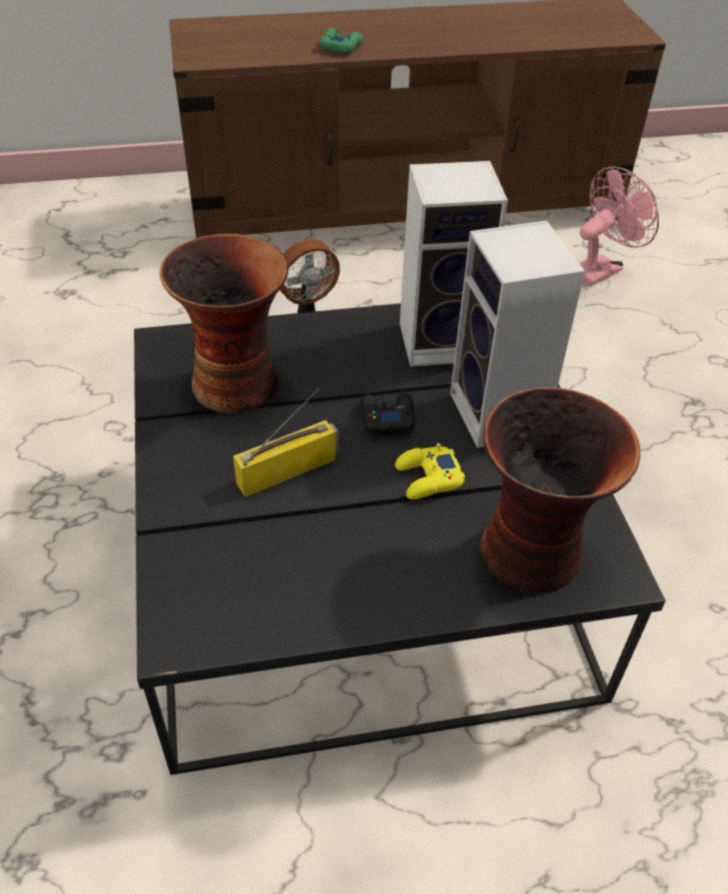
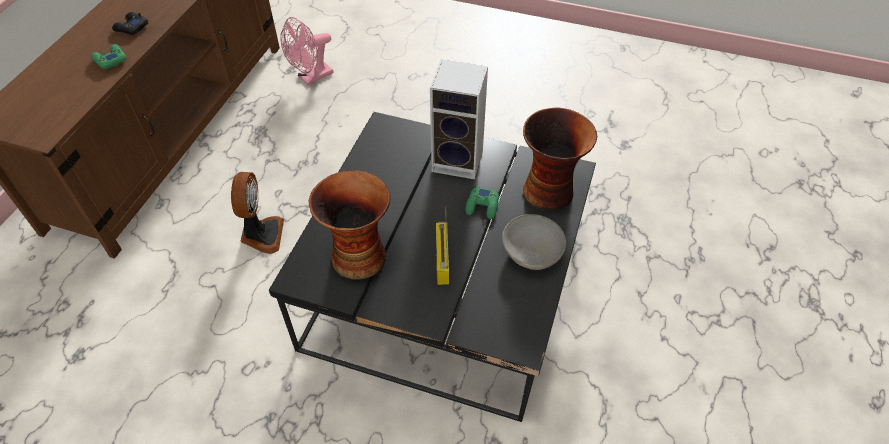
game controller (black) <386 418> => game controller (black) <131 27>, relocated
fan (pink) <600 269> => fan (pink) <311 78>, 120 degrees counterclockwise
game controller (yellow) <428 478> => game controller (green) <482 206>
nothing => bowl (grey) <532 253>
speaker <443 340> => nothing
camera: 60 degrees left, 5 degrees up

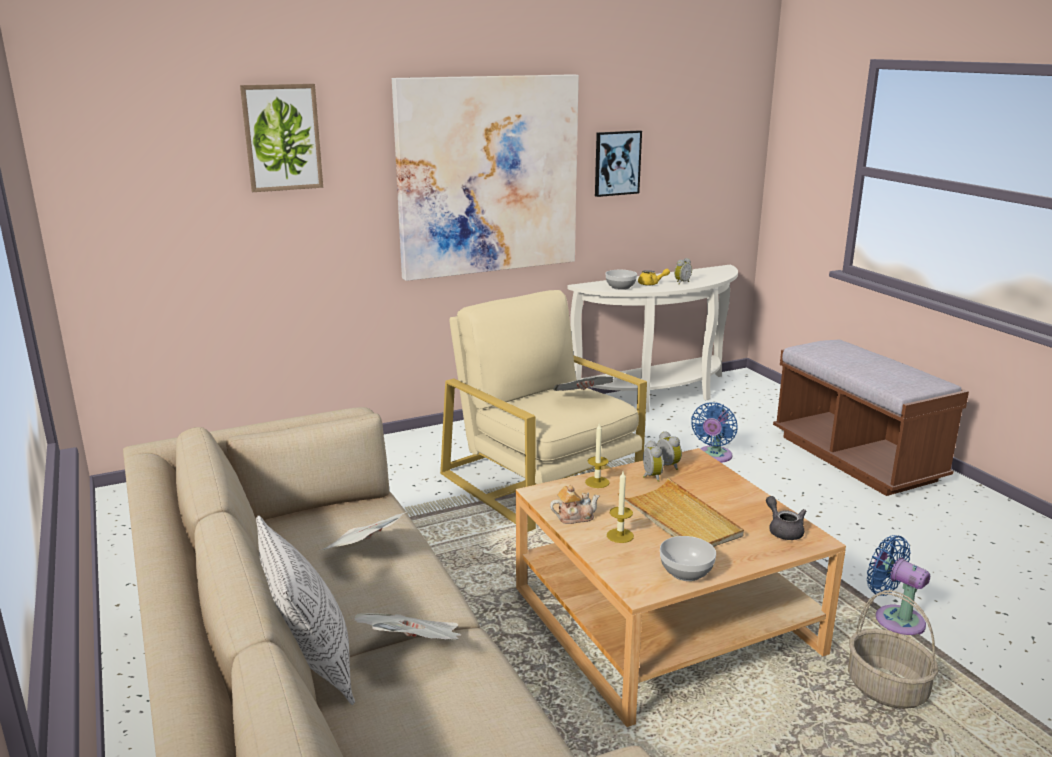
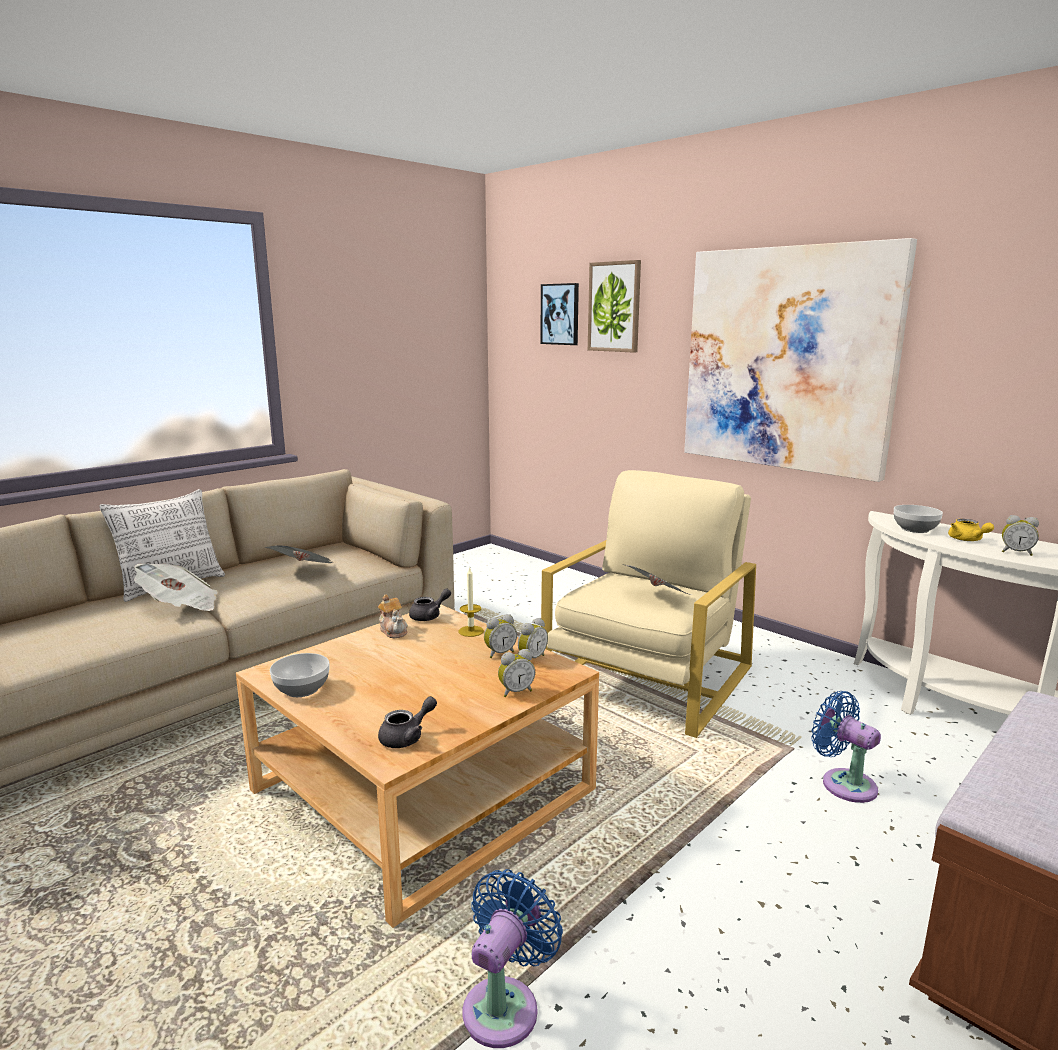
nothing => teapot (grey) <429 616>
nothing => alarm clock <515 691>
picture <617 163> => picture <560 314>, relocated
fan (blue) <713 456> => fan (blue) <843 783>, 45 degrees clockwise
candle <620 535> => nothing
tray (beige) <679 520> => nothing
basket <887 688> => nothing
camera: 70 degrees right, 5 degrees down

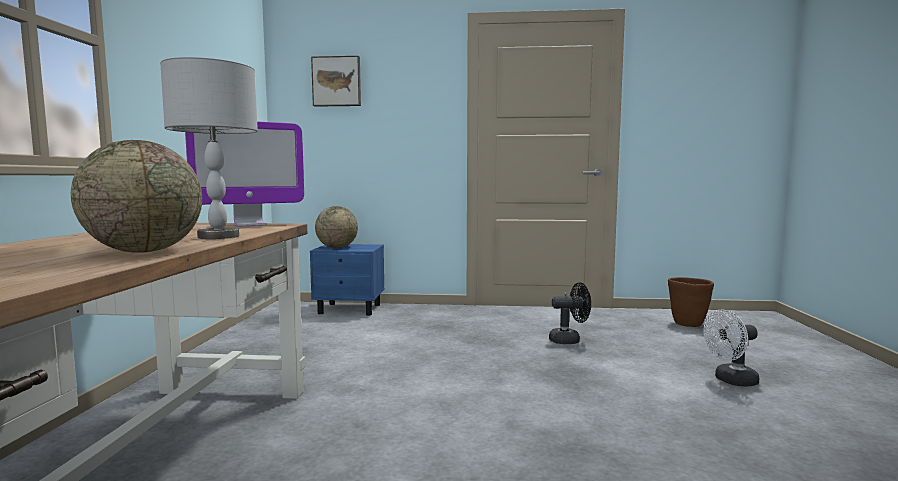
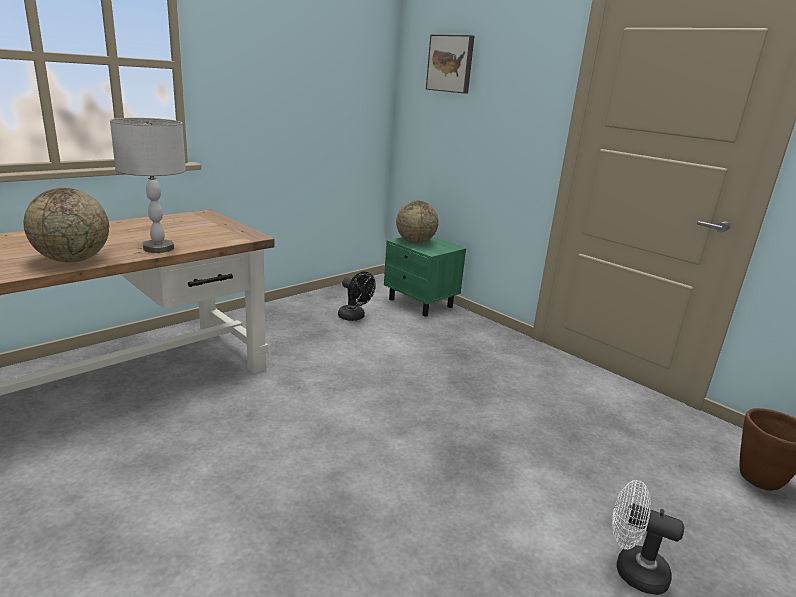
fan (black) <569 340> => fan (black) <354 317>, relocated
nightstand (blue) <350 309> => nightstand (green) <421 303>
monitor <250 224> => nothing
camera: 40 degrees right, 15 degrees up

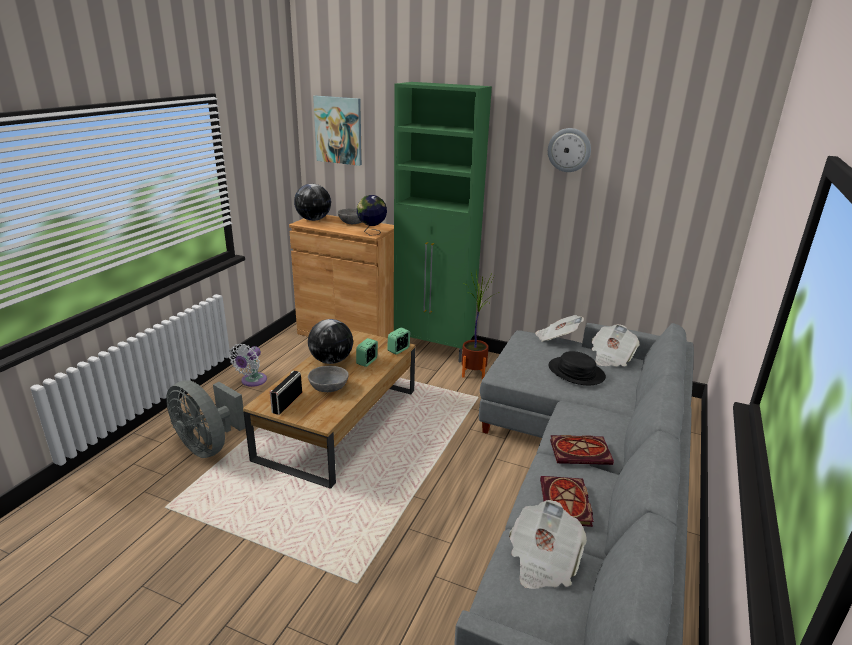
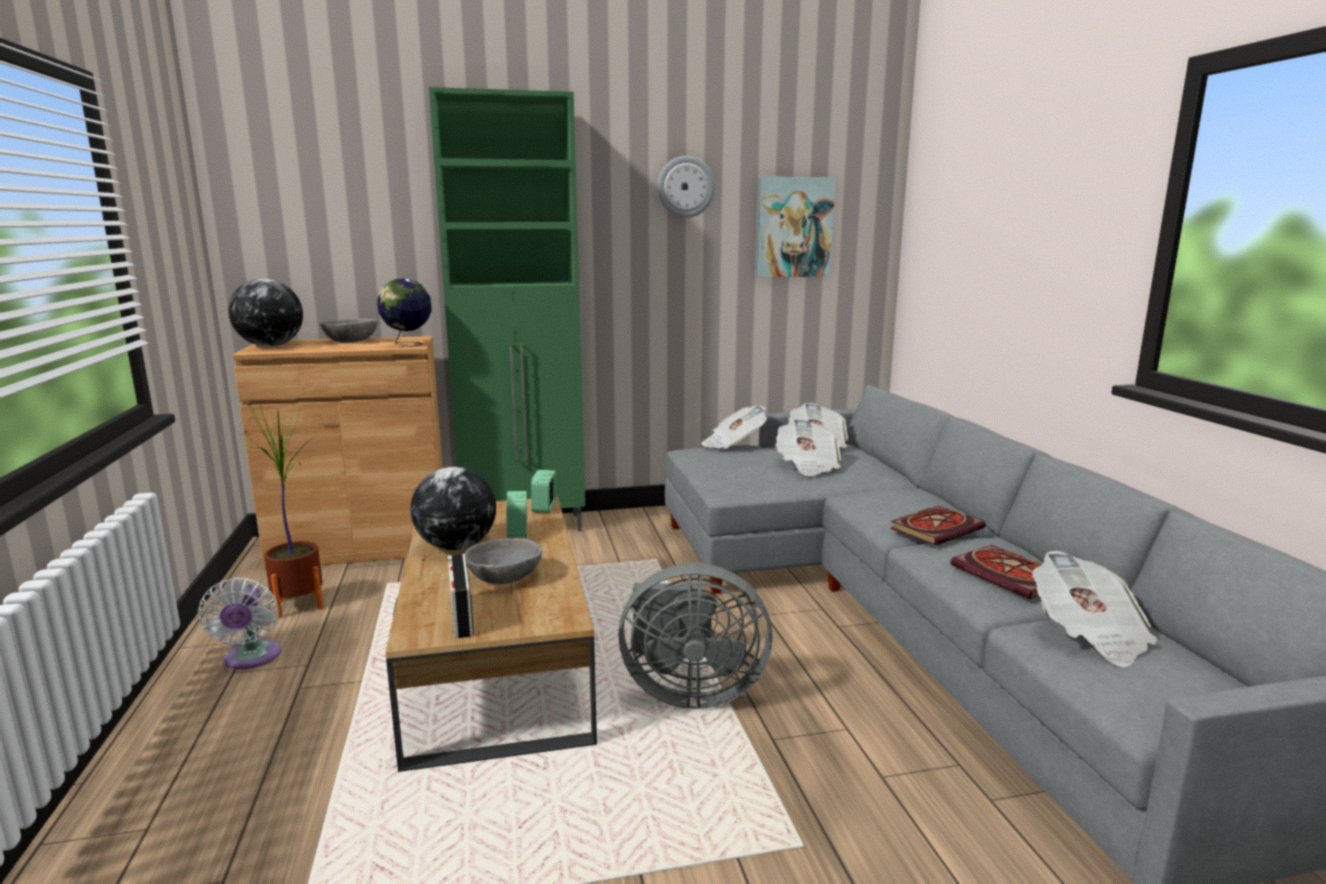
potted plant <473 372> => potted plant <298 604>, relocated
fan (grey) <208 445> => fan (grey) <688 692>, relocated
picture <338 130> => picture <794 227>, relocated
hat (black) <576 372> => newspaper <807 465>
camera: 35 degrees left, 10 degrees down

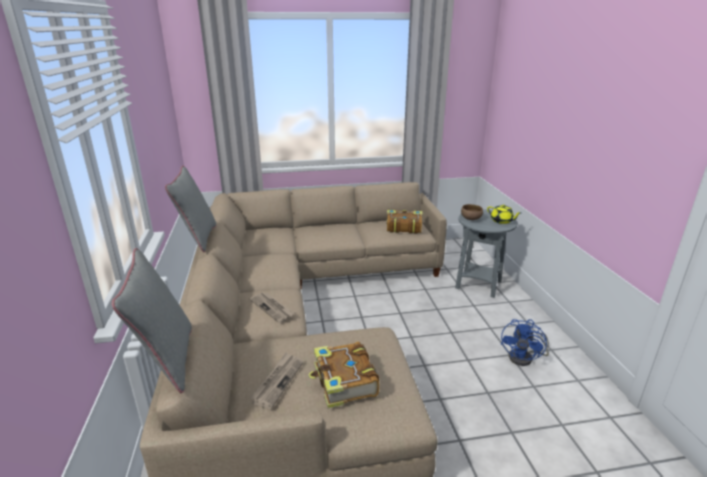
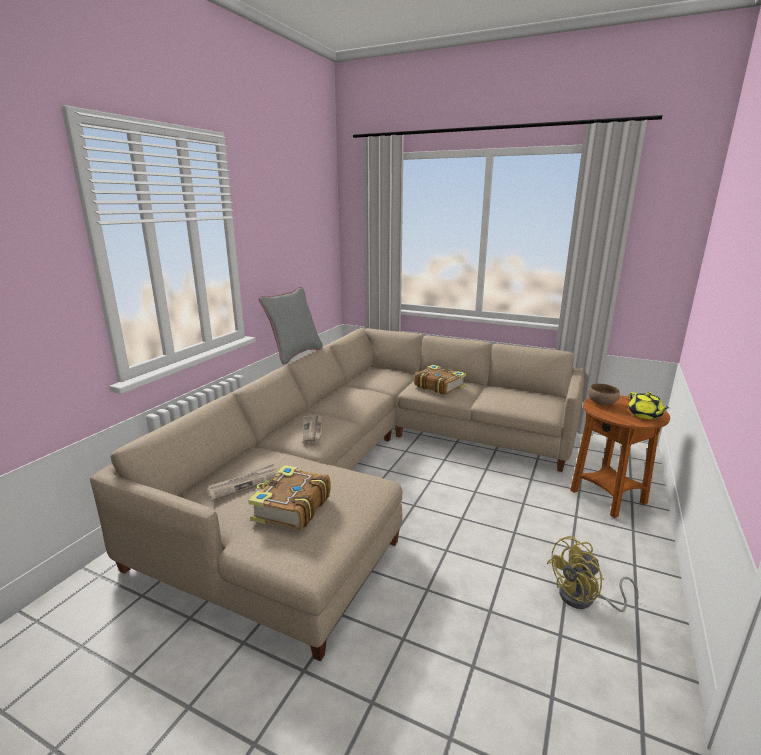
book <403 227> => book <439 386>, relocated
fan (blue) <525 358> => fan (yellow) <584 599>
side table (grey) <478 285> => side table (brown) <608 497>
pillow (grey) <168 360> => nothing
camera: 35 degrees right, 5 degrees down

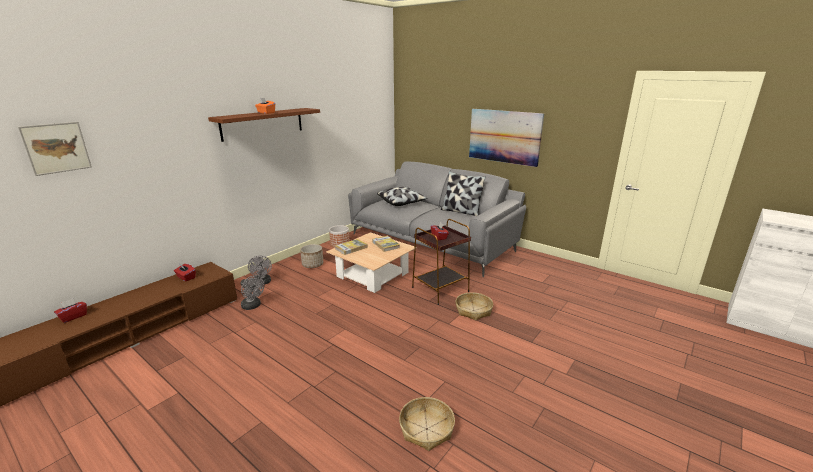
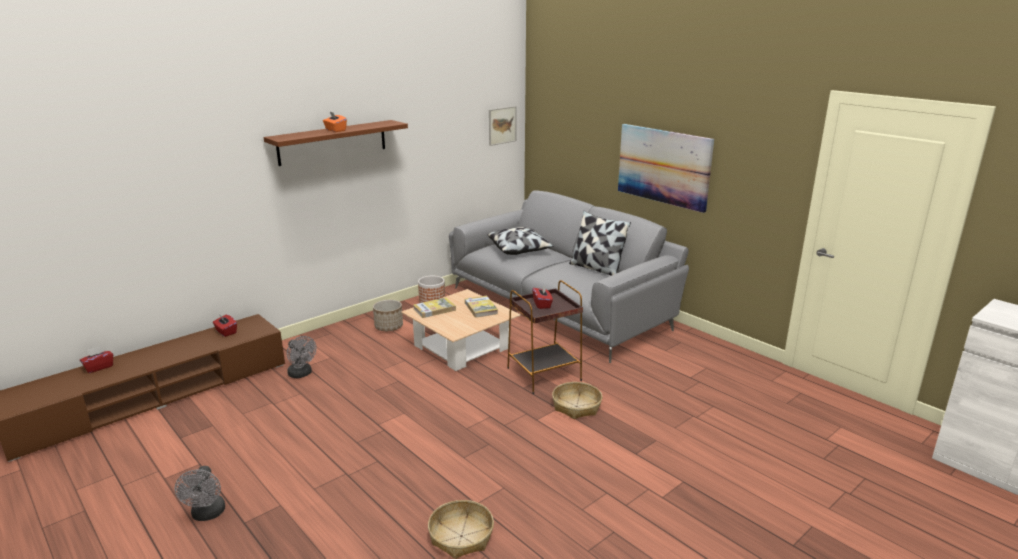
fan (grey) <262 283> => fan (grey) <207 515>, relocated
picture <56 148> => picture <502 125>, relocated
camera: 10 degrees right, 0 degrees up

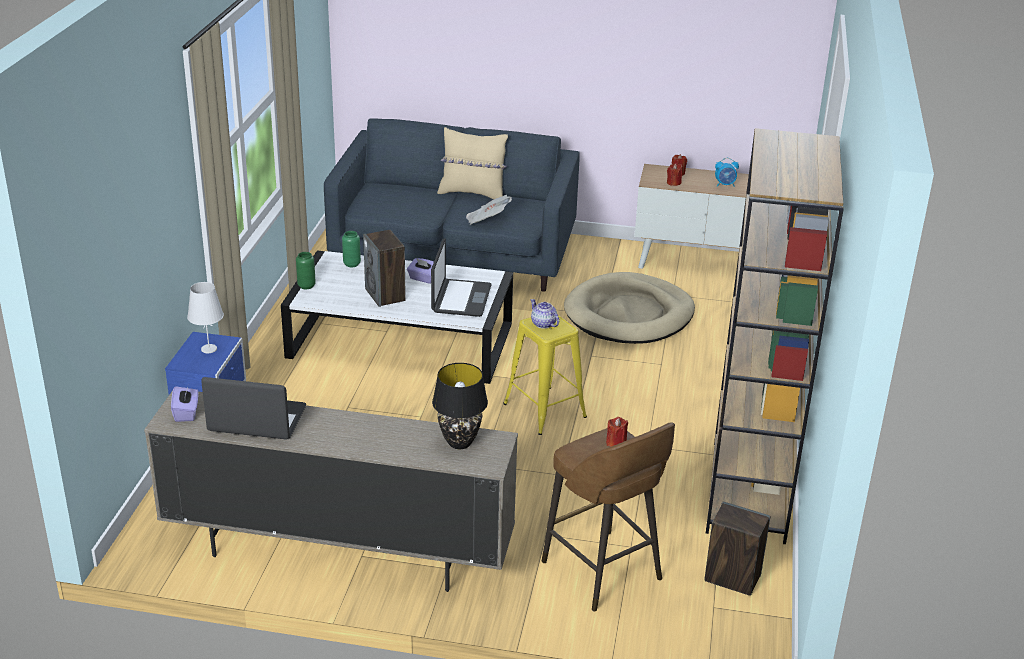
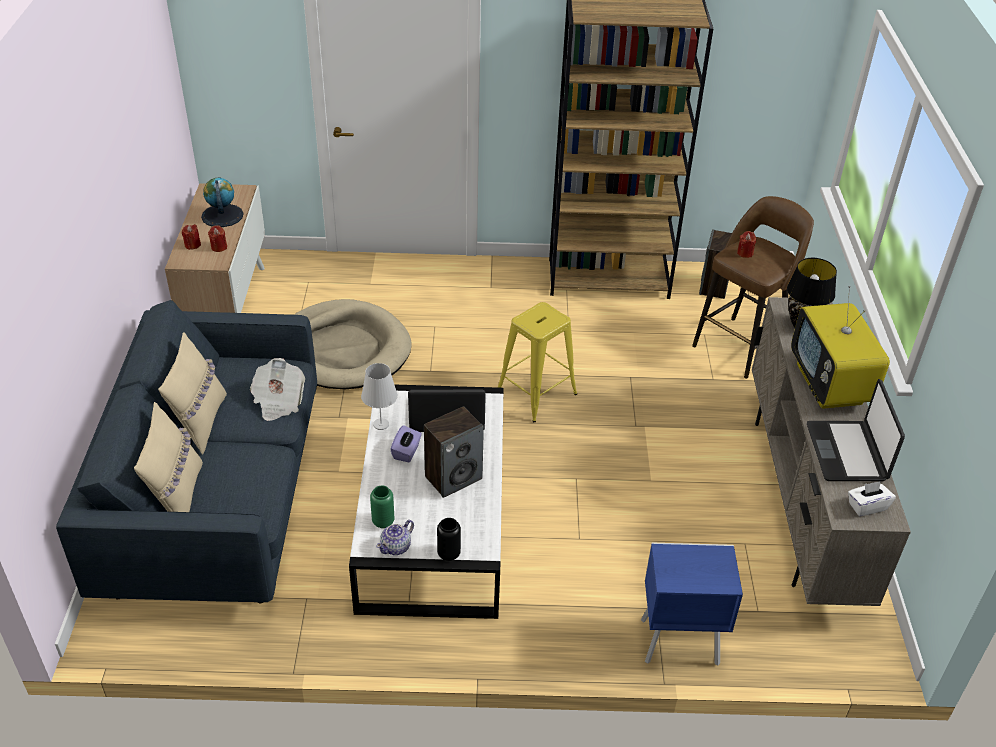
nothing => pillow (beige) <177 496>
alarm clock <725 185> => globe <222 215>
table lamp (white) <208 349> => table lamp (white) <381 424>, relocated
teapot <543 324> => teapot <396 547>, relocated
vase (green) <306 286> => vase (black) <449 554>
nothing => television <830 385>
tissue box (purple) <186 413> => tissue box (white) <867 506>
camera: 100 degrees left, 10 degrees up

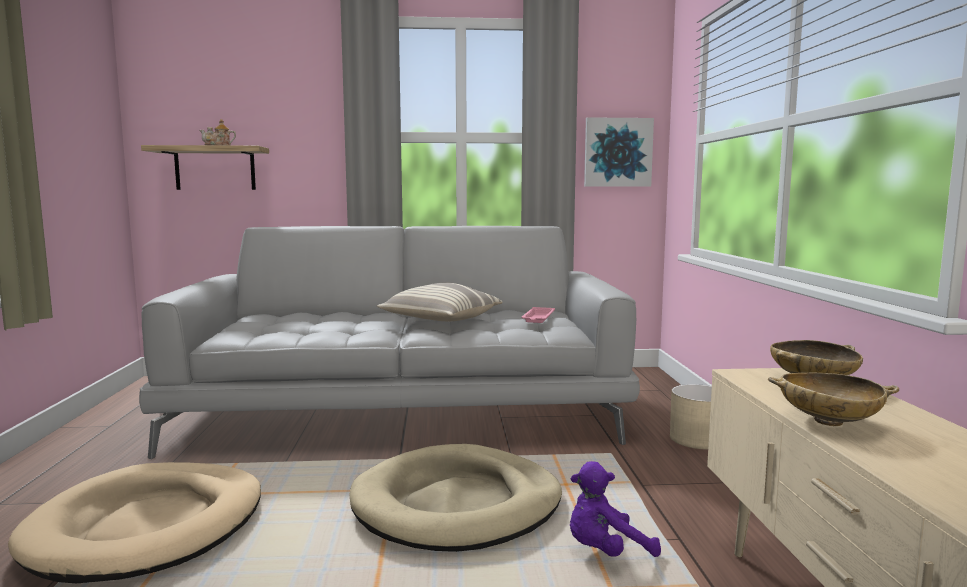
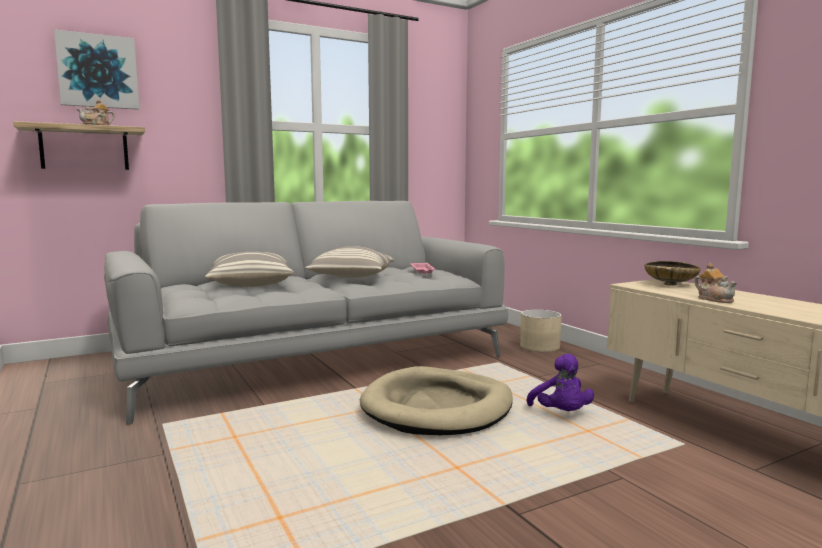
picture <617 152> => picture <98 71>, relocated
nothing => pillow <250 284>
plush toy (purple) <605 551> => plush toy (purple) <561 414>, 60 degrees counterclockwise
bowl (beige) <828 421> => teapot <715 299>
dog bed (beige) <149 526> => nothing
camera: 25 degrees left, 0 degrees up

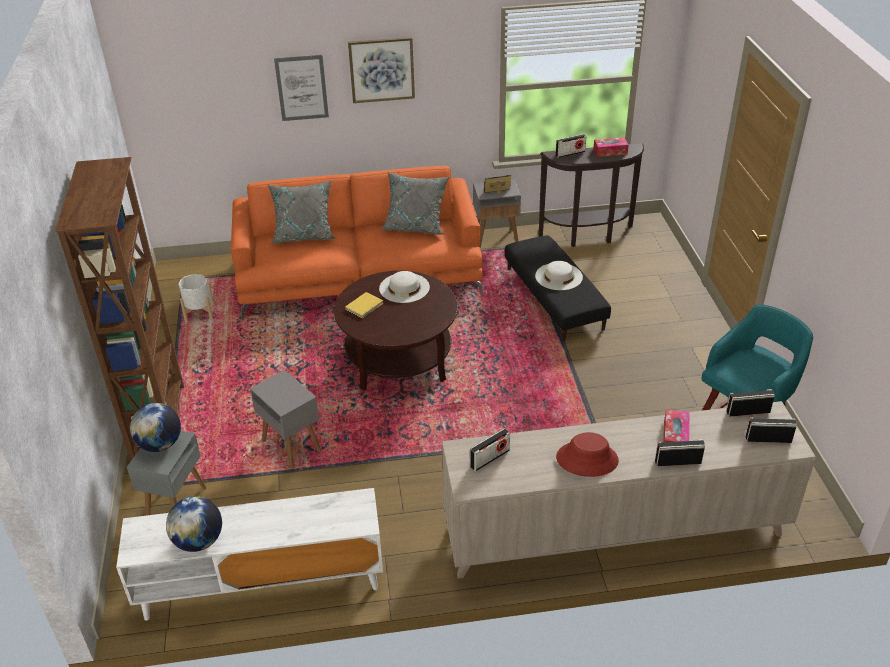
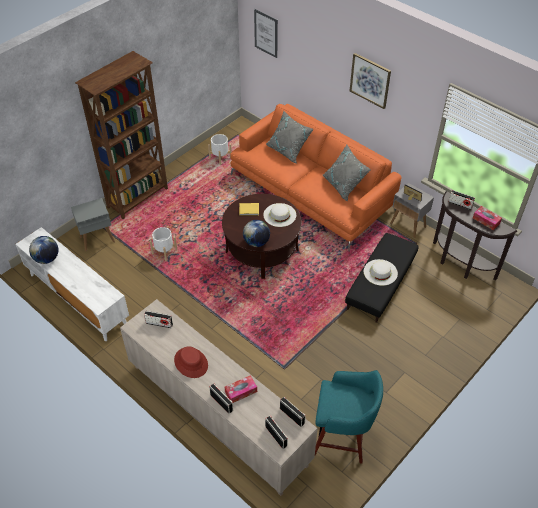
side table (grey) <291 446> => planter (white) <164 252>
globe <160 444> => globe <256 242>, relocated
picture <302 88> => picture <266 33>, relocated
camera: 50 degrees right, 10 degrees up

